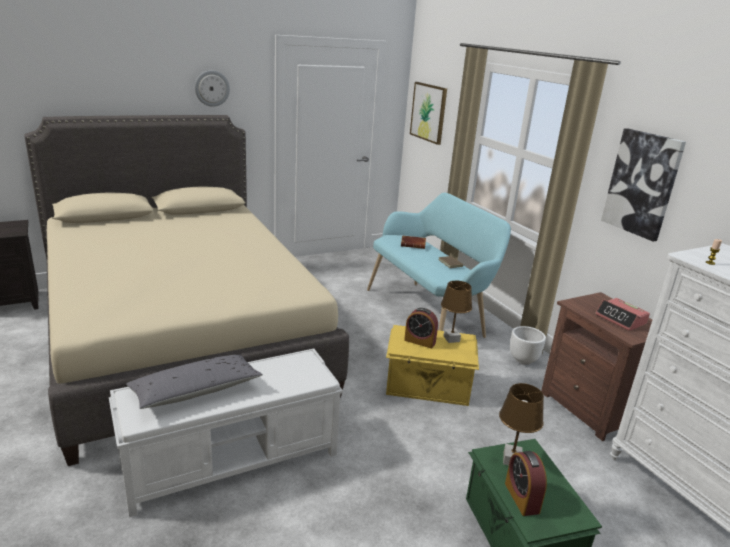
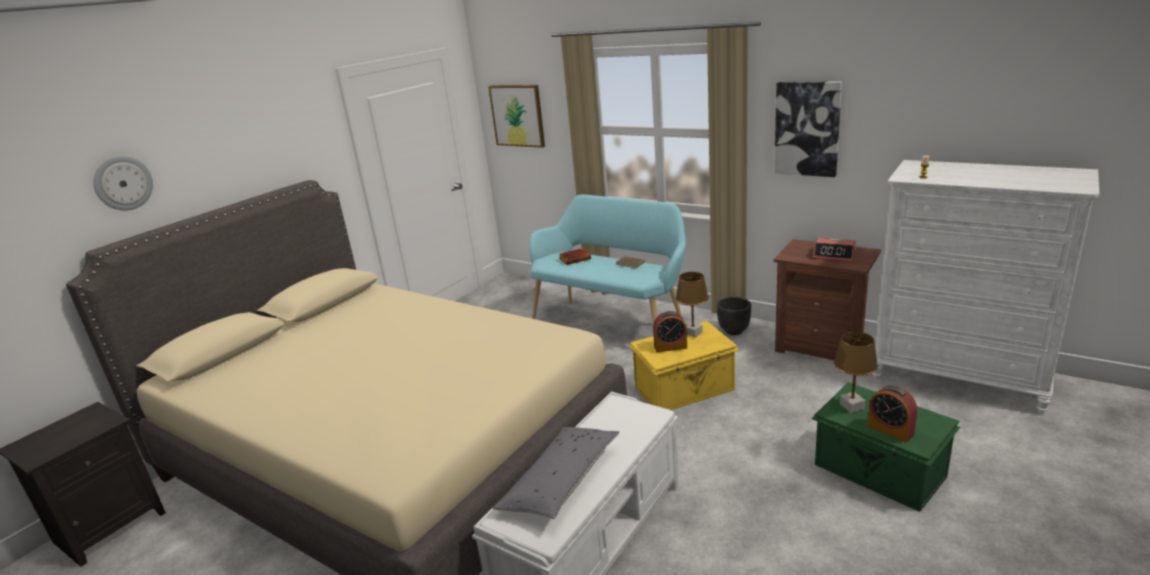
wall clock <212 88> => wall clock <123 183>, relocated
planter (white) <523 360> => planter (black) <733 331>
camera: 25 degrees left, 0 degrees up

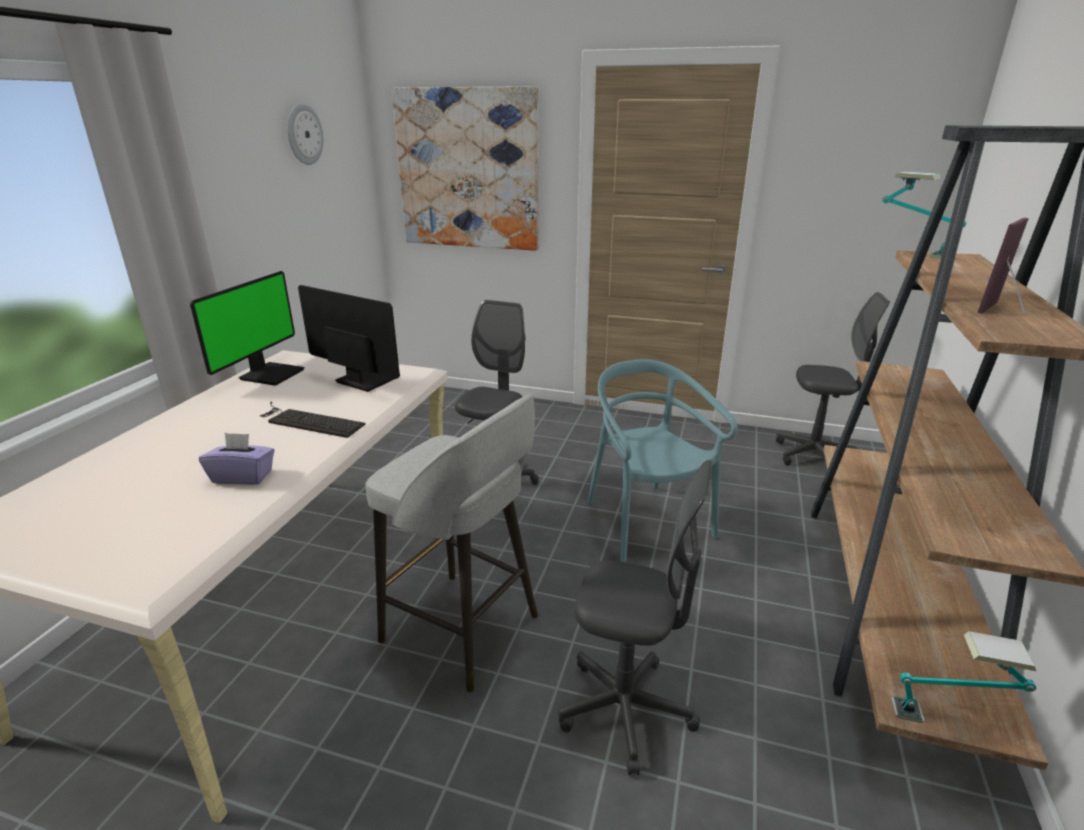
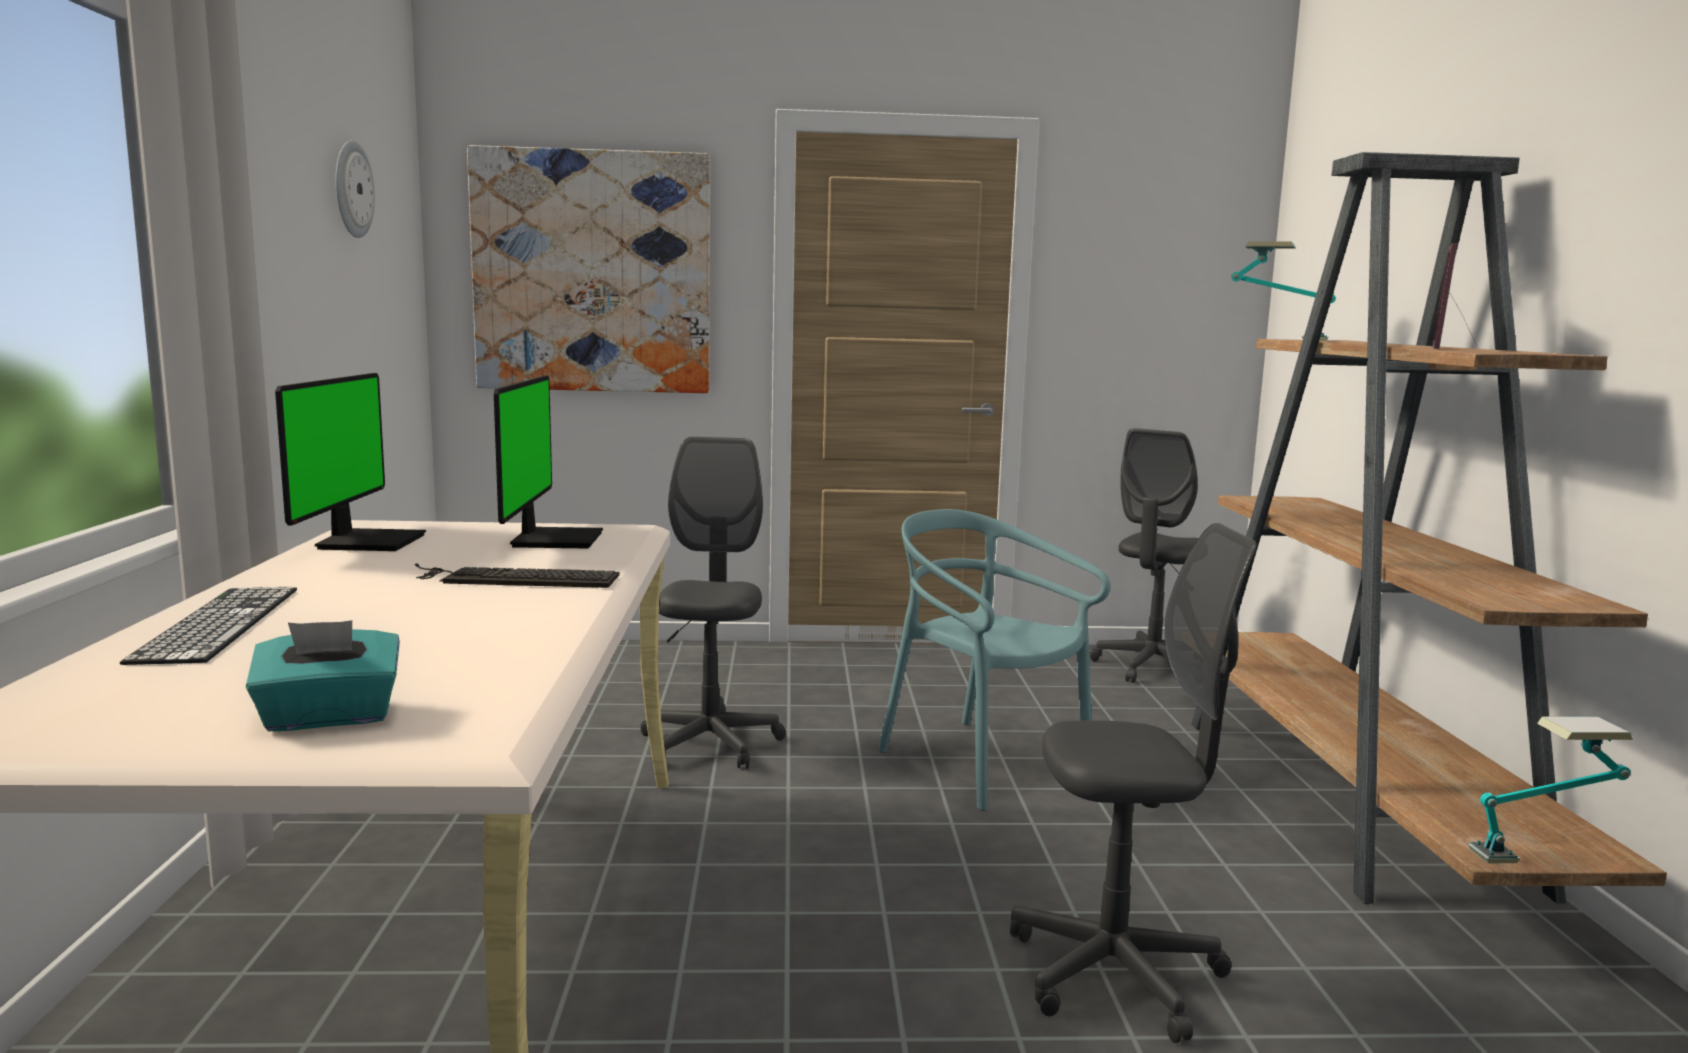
nothing => keyboard <219 623>
nothing => tissue box (turquoise) <329 717>
monitor <365 380> => monitor <553 539>, 75 degrees clockwise
office chair (grey) <814 456> => office chair (grey) <1151 667>, 135 degrees clockwise
tissue box (purple) <243 476> => nothing
stool (grey) <464 630> => nothing
camera: 20 degrees left, 15 degrees down

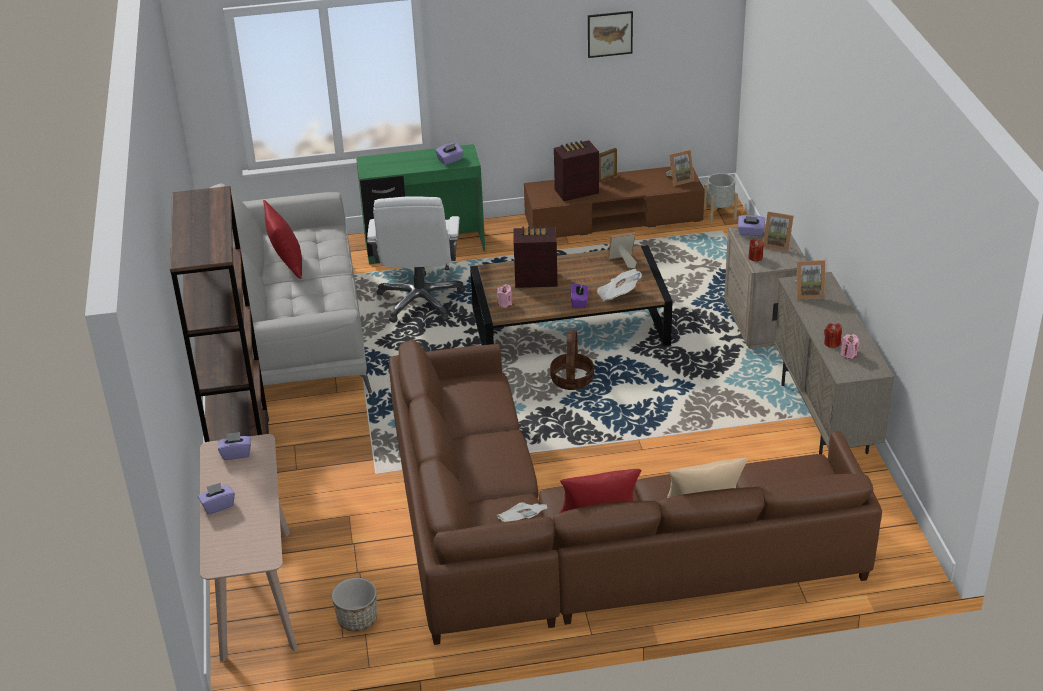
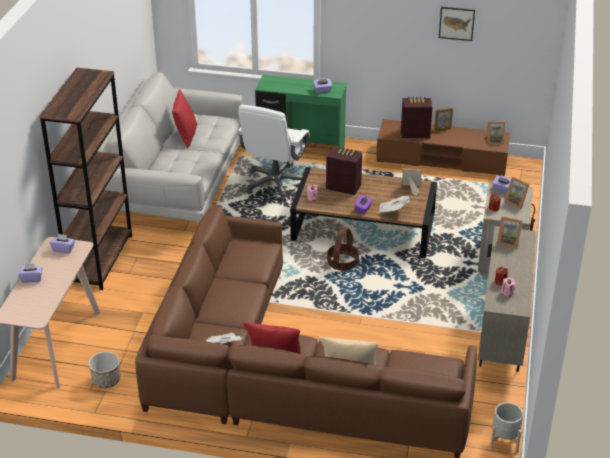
planter (grey) <719 214> => planter (grey) <505 440>, relocated
camera: 20 degrees right, 0 degrees up

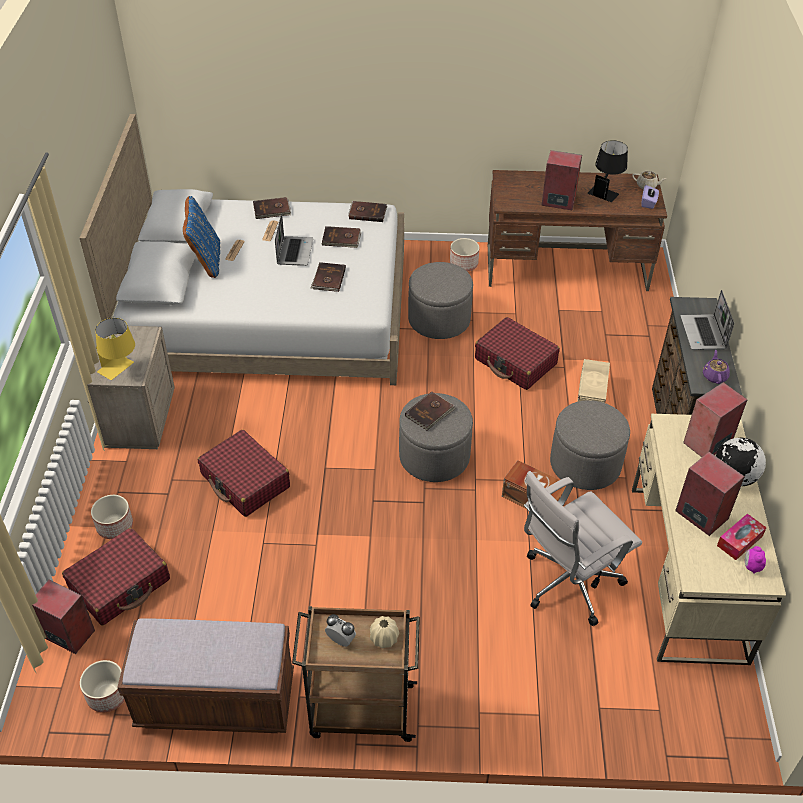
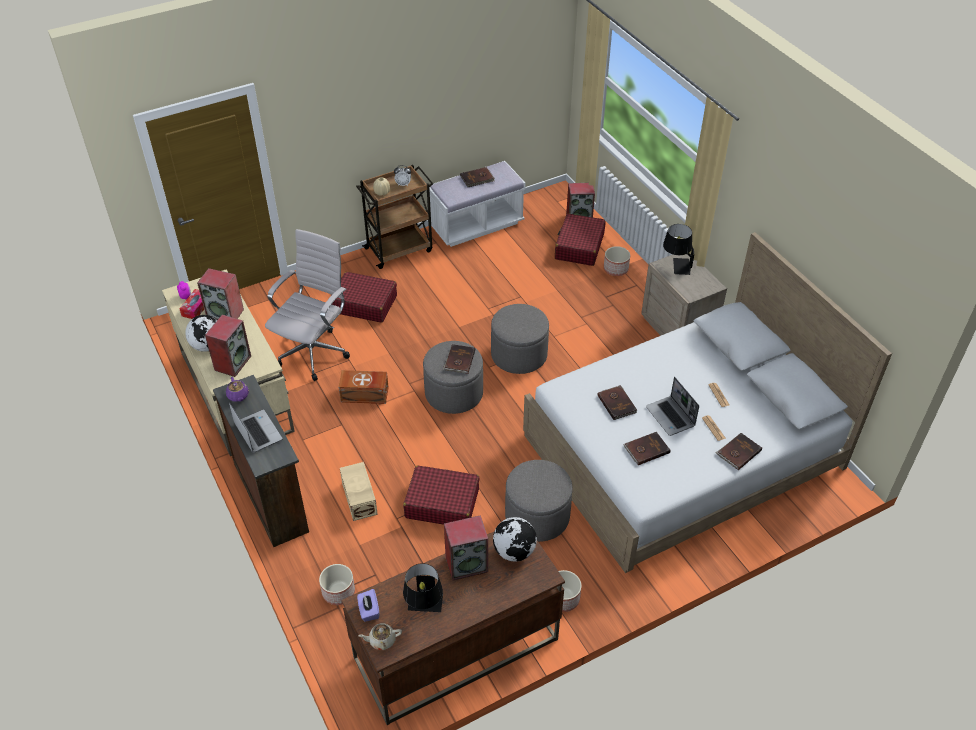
planter <107 694> => planter <338 592>, relocated
suitcase (red) <245 481> => suitcase (red) <364 304>, relocated
bench (brown) <216 701> => bench (white) <476 225>
book (brown) <367 212> => book (brown) <477 178>, relocated
ottoman (grey) <585 464> => ottoman (grey) <519 355>, relocated
nothing => globe <514 551>
table lamp (yellow) <120 369> => table lamp (black) <676 266>
pillow (blue) <206 260> => nothing
camera: 150 degrees right, 0 degrees up

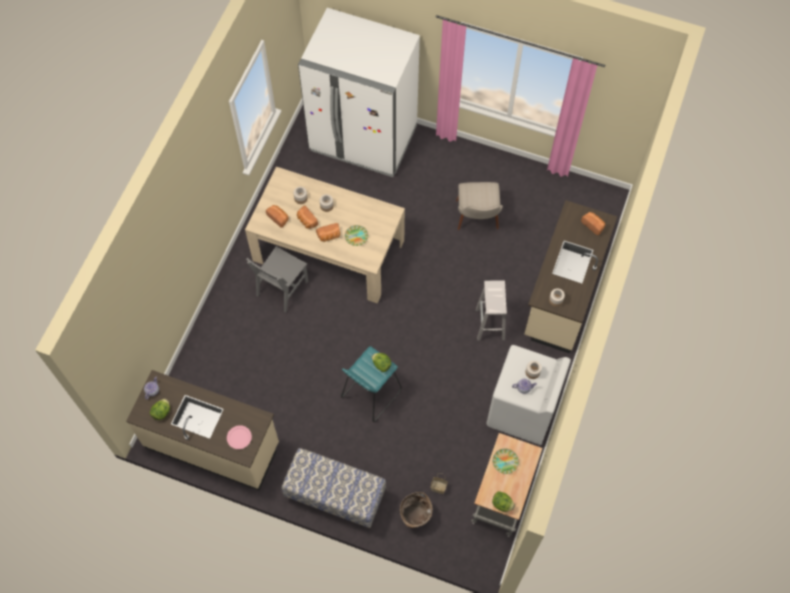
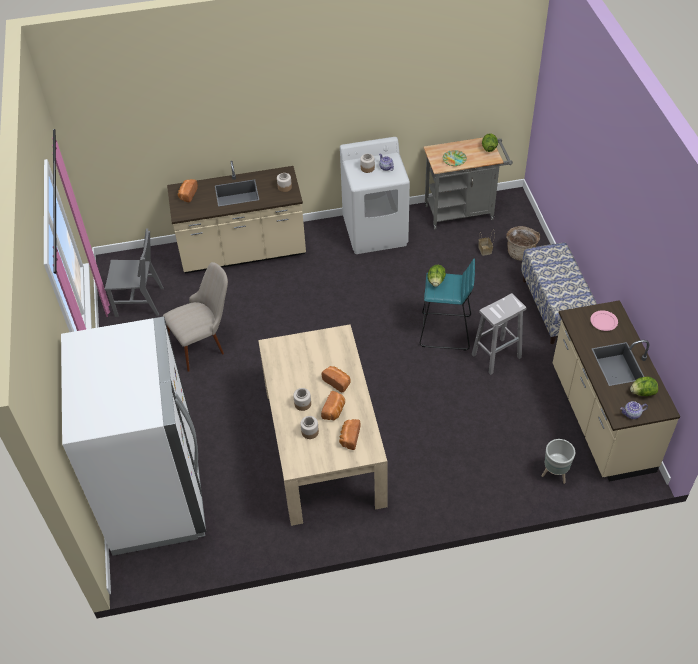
chair (grey) <282 288> => chair (grey) <139 302>, relocated
stool (white) <490 325> => stool (white) <497 355>, relocated
nothing => planter (grey) <554 475>
plate <356 236> => nothing
camera: 120 degrees left, 15 degrees down

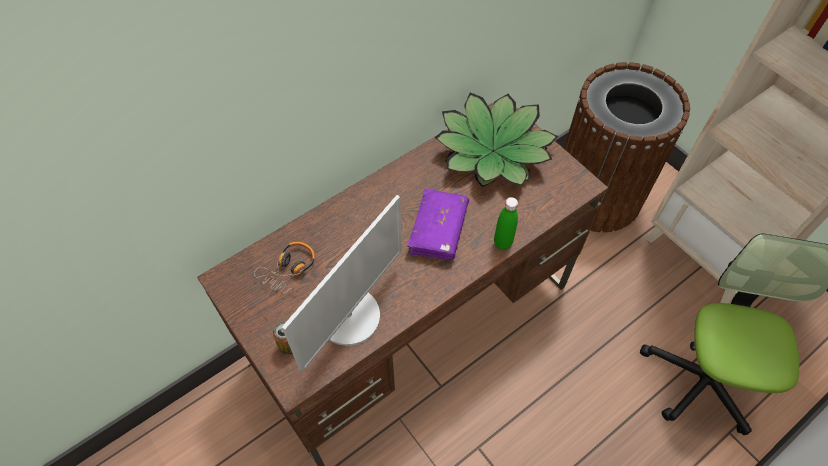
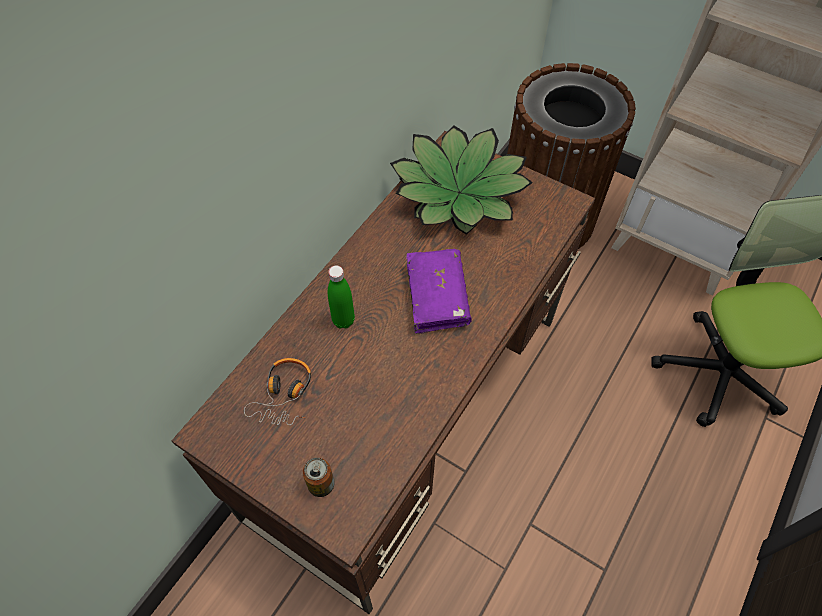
bottle (green) <502 243> => bottle (green) <343 320>, relocated
monitor <349 316> => nothing
camera: 20 degrees left, 0 degrees up

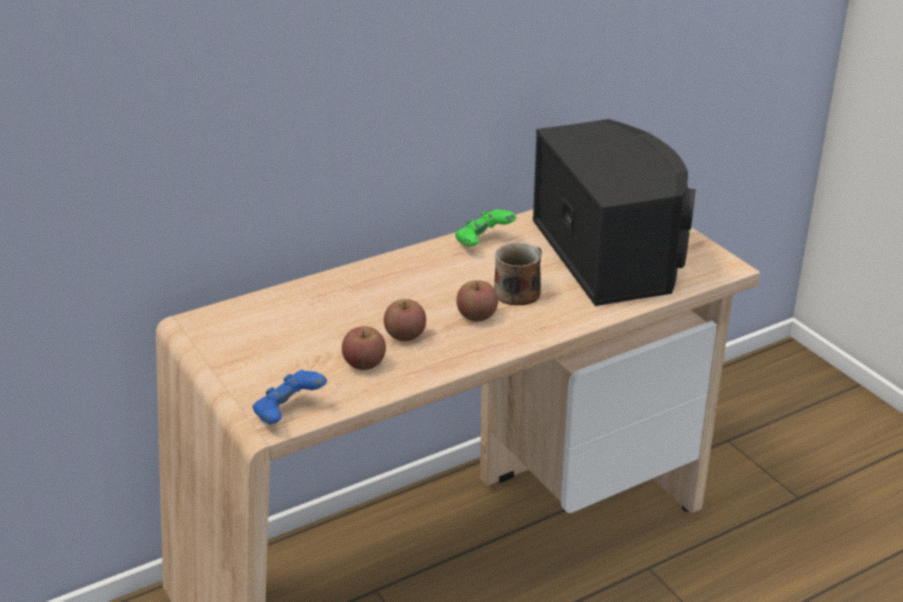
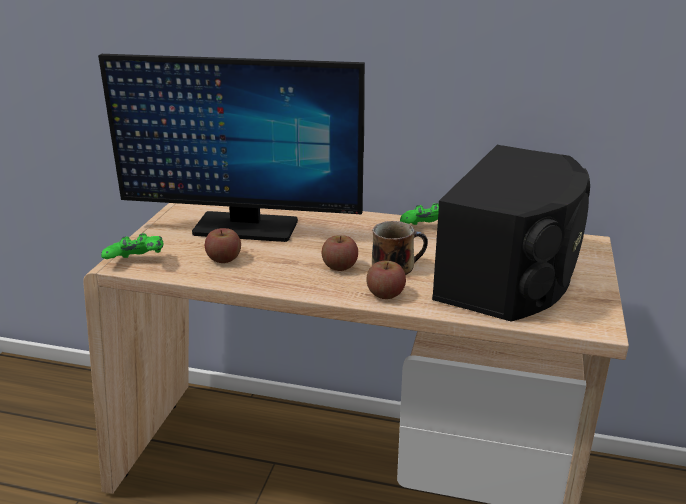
nothing => monitor <245 227>
game controller (blue) <289 413> => game controller (green) <137 263>
apple <405 335> => apple <385 294>, relocated
camera: 45 degrees right, 5 degrees down

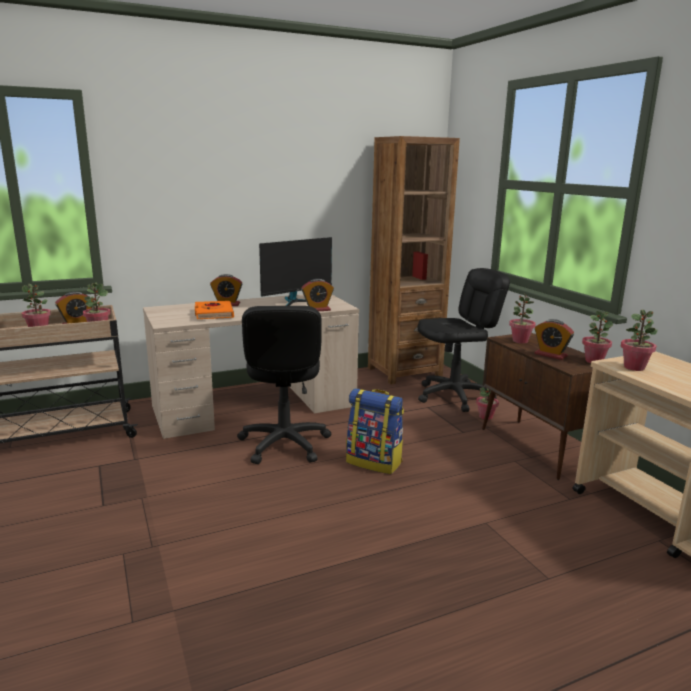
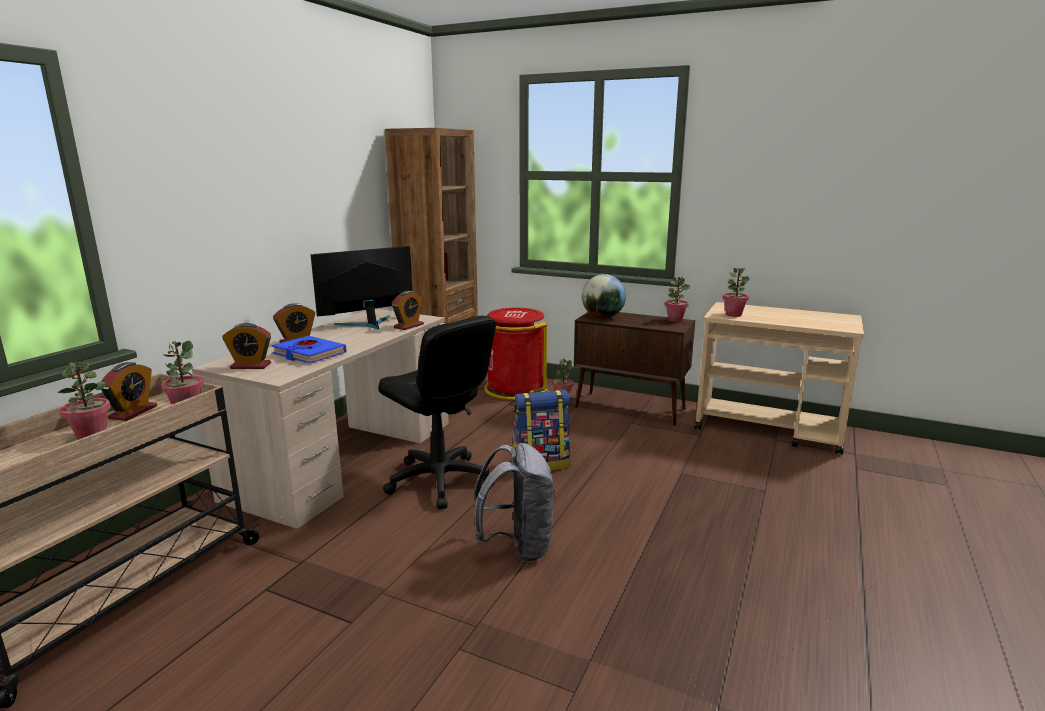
alarm clock <550 355> => alarm clock <250 366>, relocated
book (orange) <213 314> => book (blue) <309 354>
monitor <296 302> => monitor <368 324>, 135 degrees counterclockwise
nothing => backpack (grey) <517 546>
office chair (black) <454 396> => trash can (red) <514 389>
potted plant <520 341> => globe <603 317>
camera: 40 degrees left, 0 degrees up

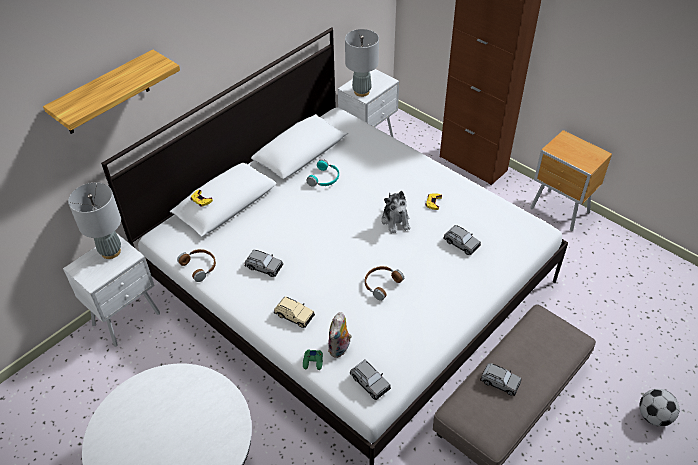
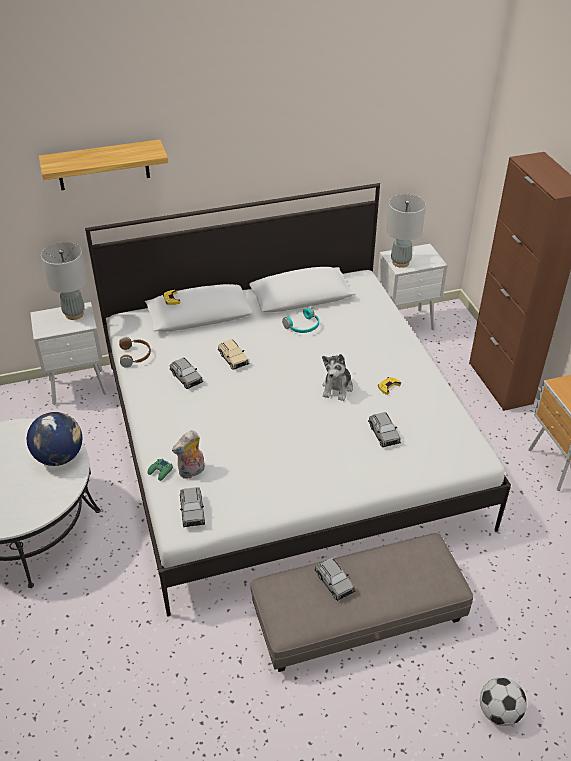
nothing => globe <59 456>
toy car (beige) <294 315> => toy car (beige) <233 359>, relocated
headphones (brown) <381 284> => nothing
camera: 30 degrees right, 5 degrees down

